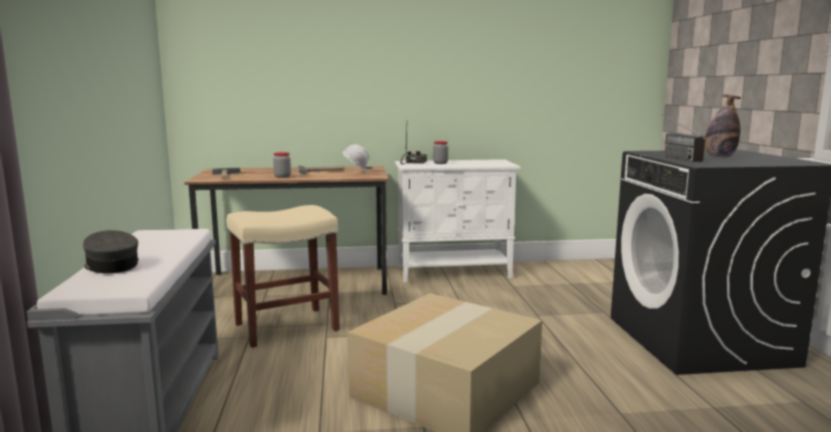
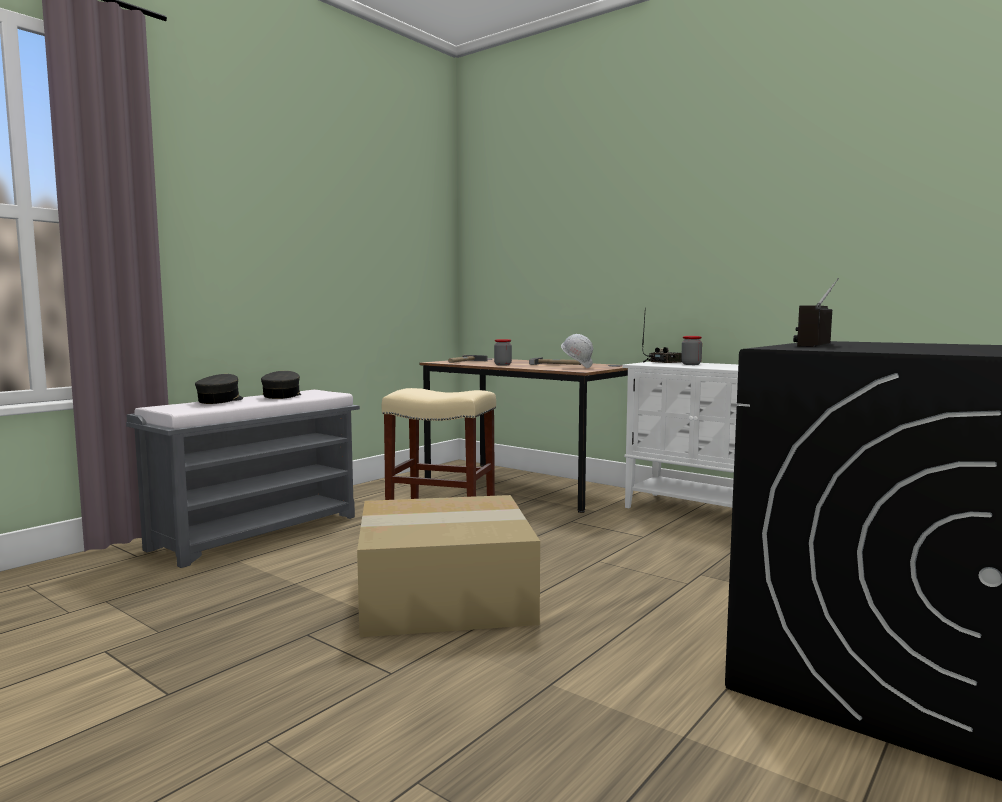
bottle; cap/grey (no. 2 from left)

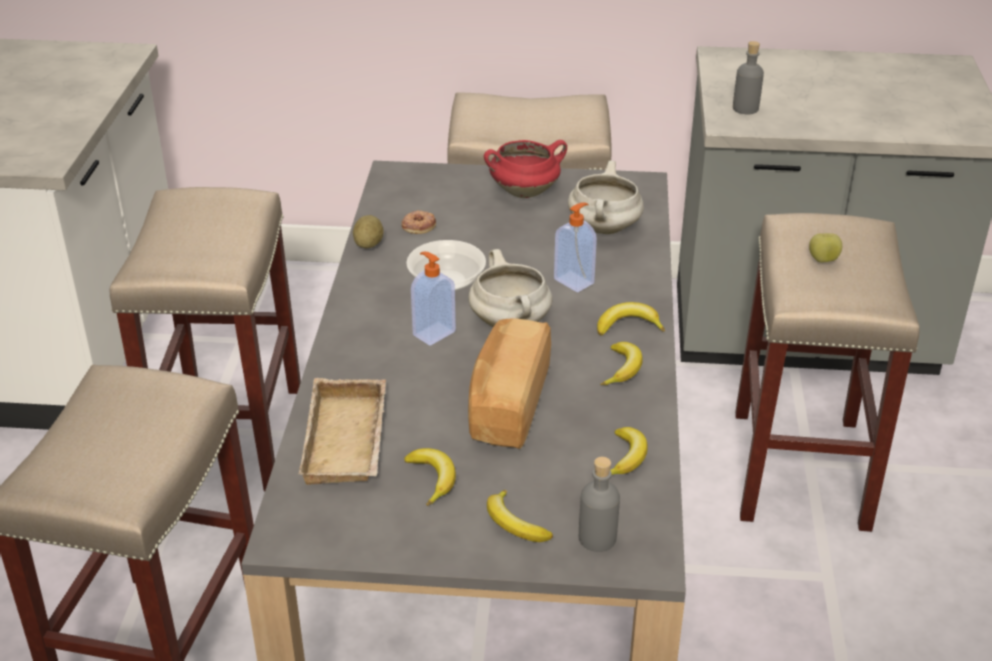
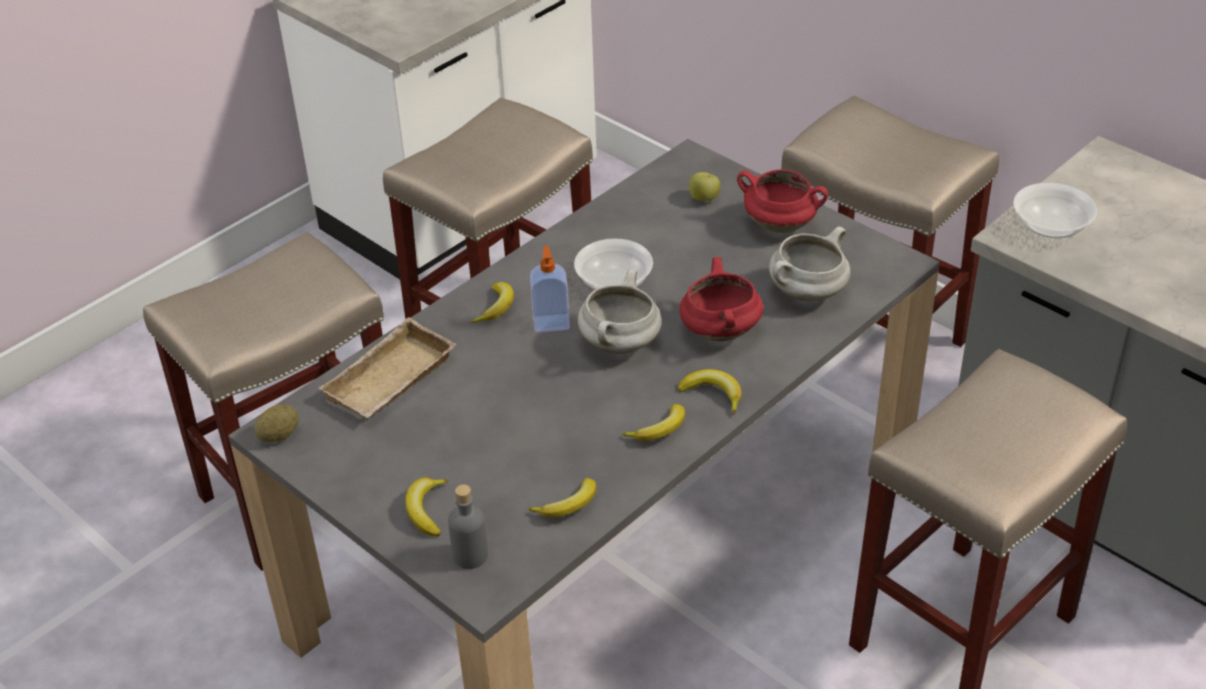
donut; bread; potato; banana (no. 2 from left); apple; cooking pot/red (no. 1 from left); bowl (no. 2 from left)

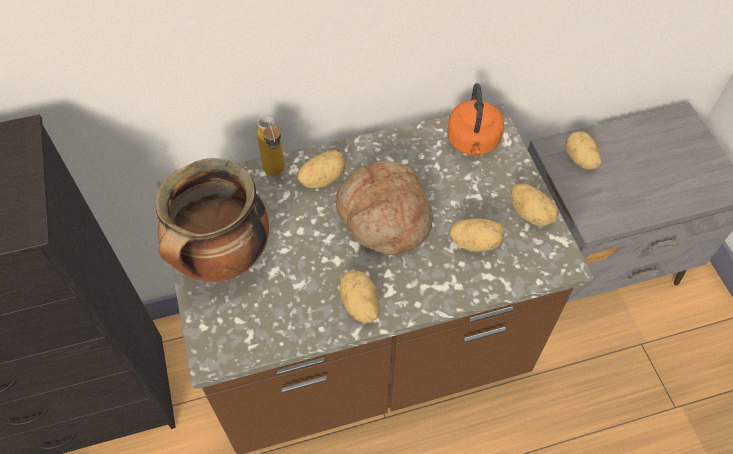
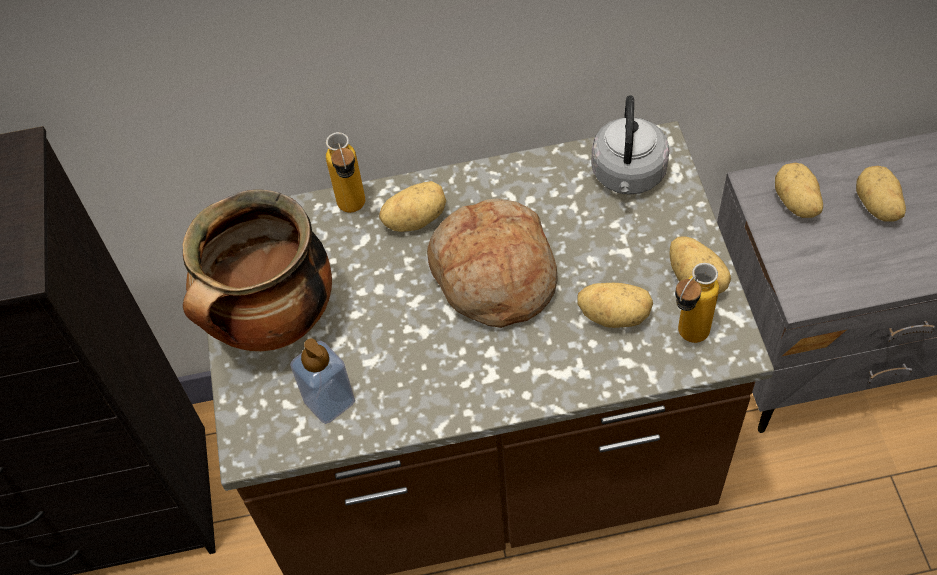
soap dispenser; bottle (no. 2 from left); potato (no. 5 from left); kettle/grey

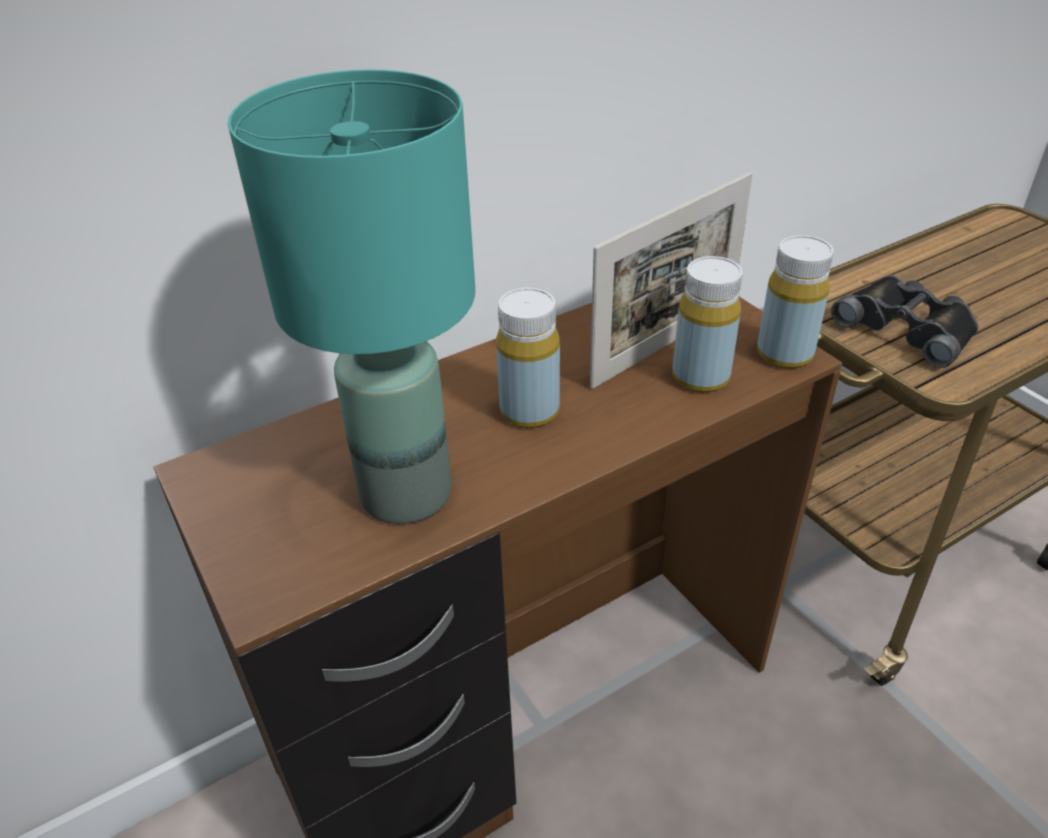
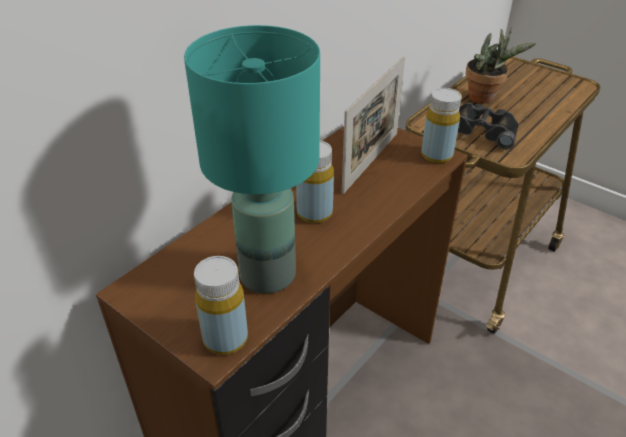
potted plant; bottle/yellow (no. 1 from left)

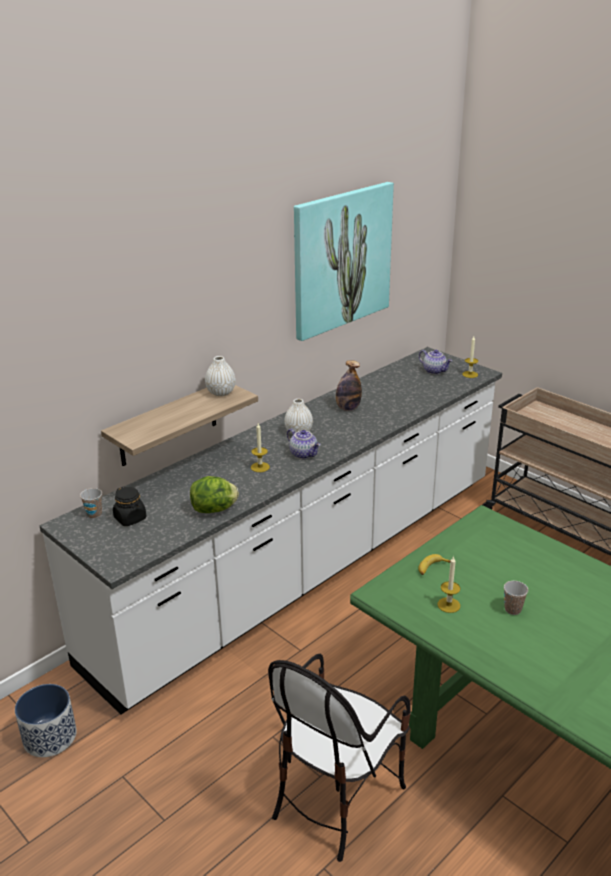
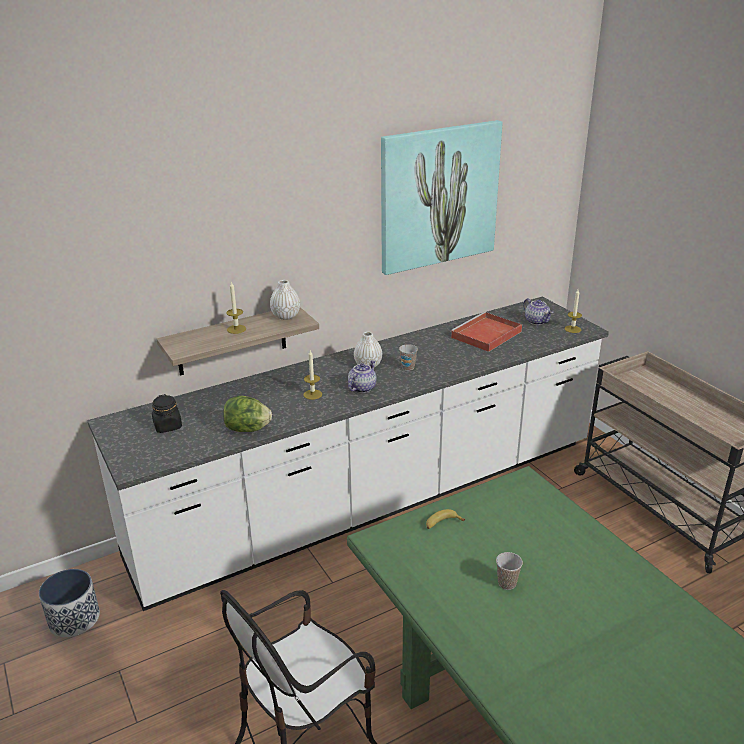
bottle; tray/red; cup (no. 1 from left); candle (no. 1 from left); teapot (no. 1 from left)

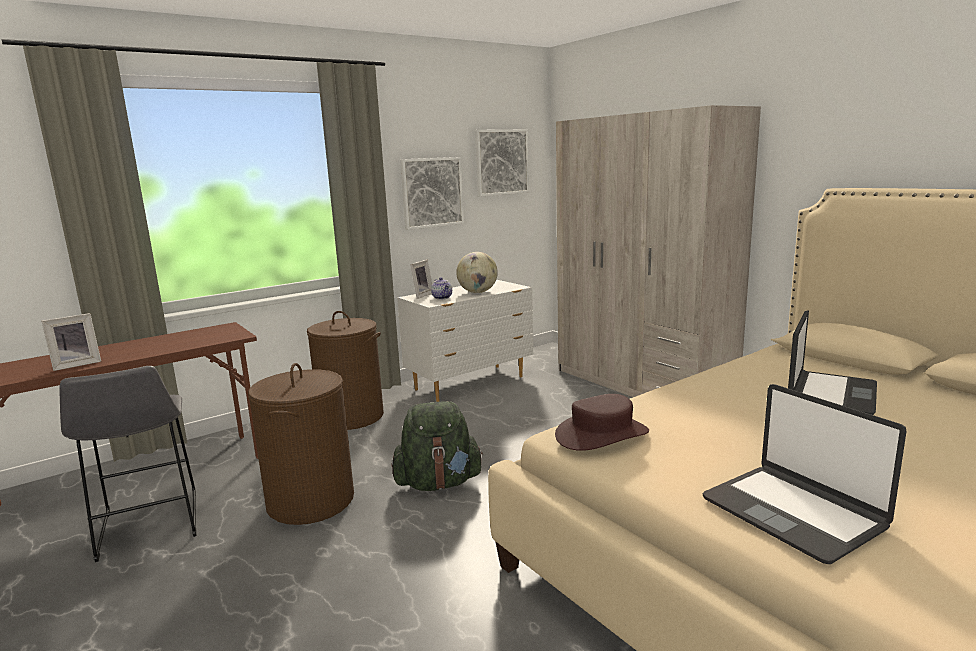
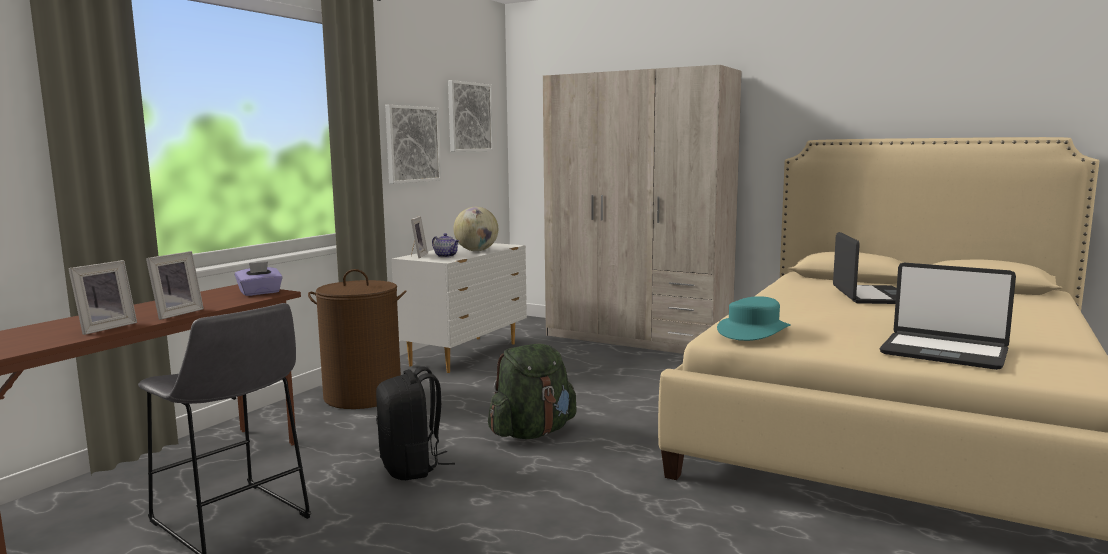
picture frame (no. 2 from left); tissue box/purple; backpack/black; hat/turquoise

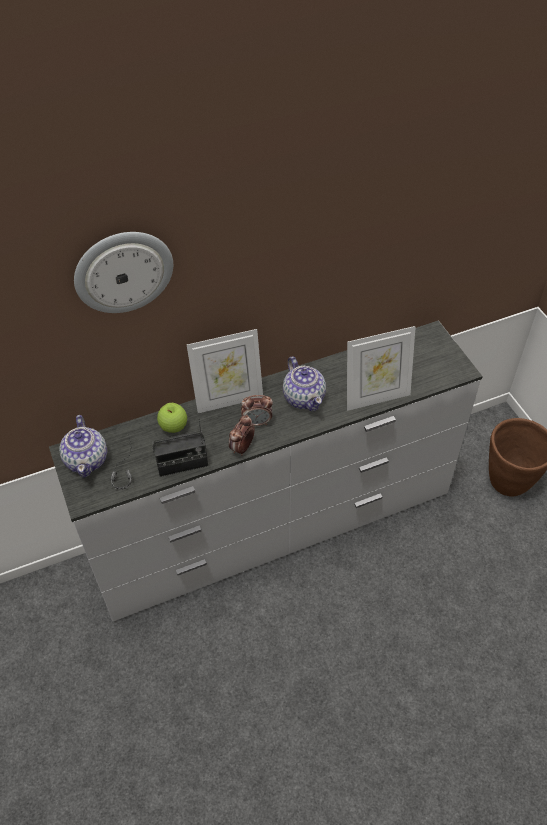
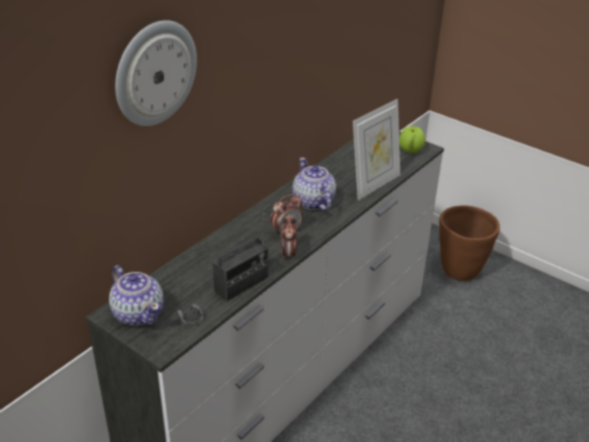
picture frame (no. 1 from left in the first image); apple; teapot (no. 2 from left)

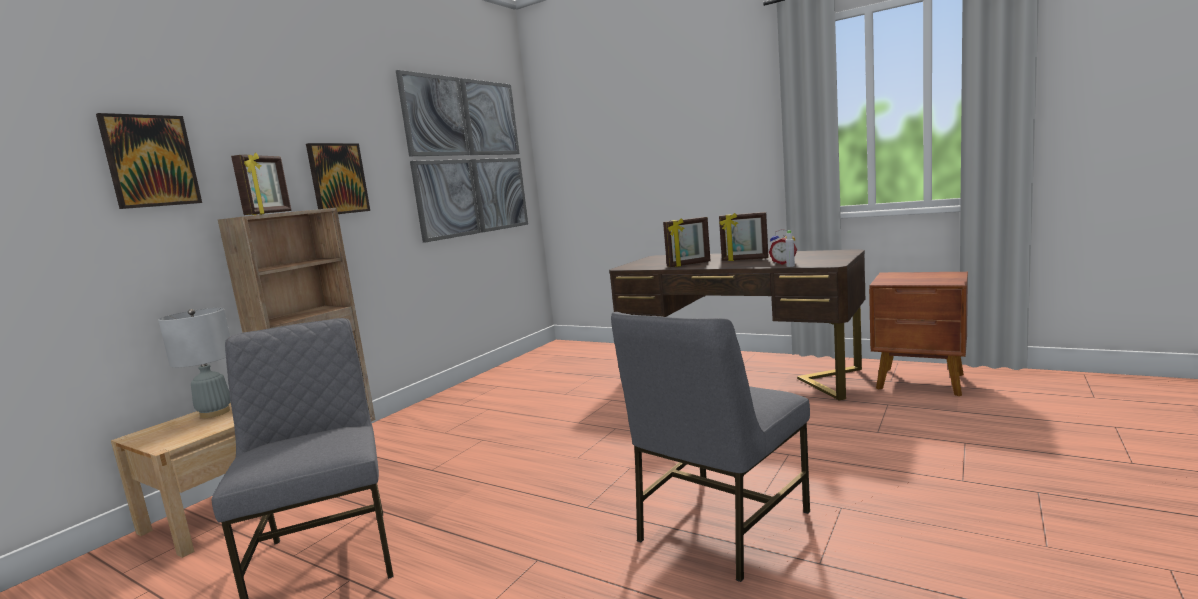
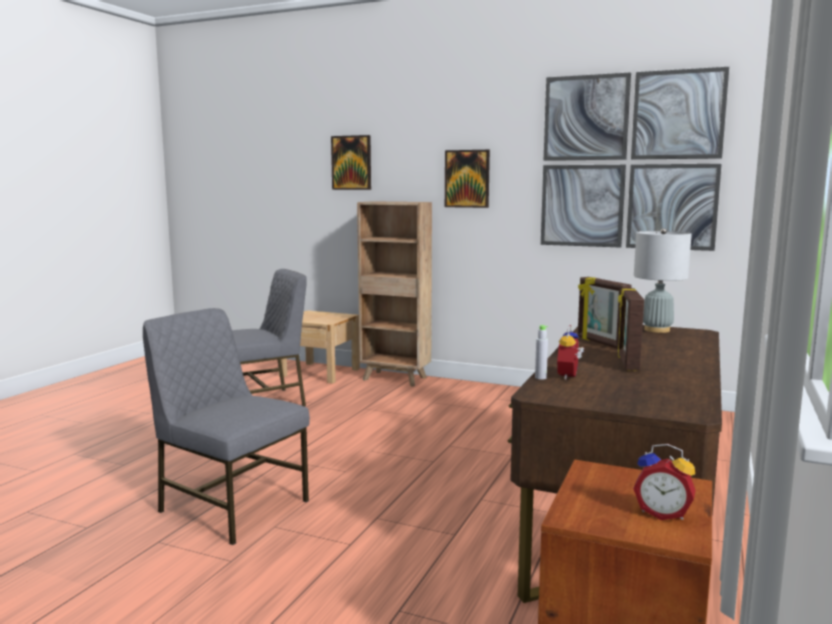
picture frame (no. 1 from left in the first image); alarm clock (no. 2 from left); table lamp/grey

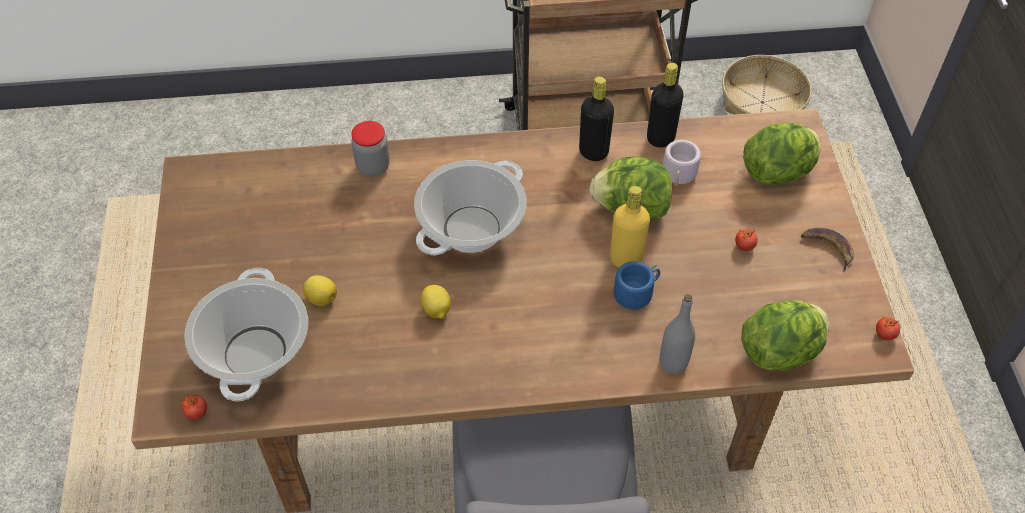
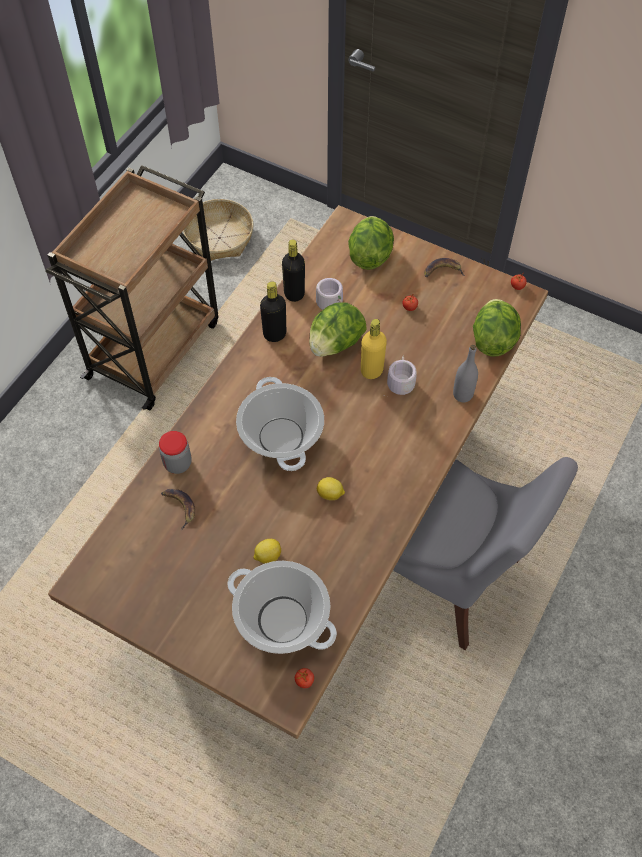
banana (no. 1 from left); mug/grey (no. 2 from left)

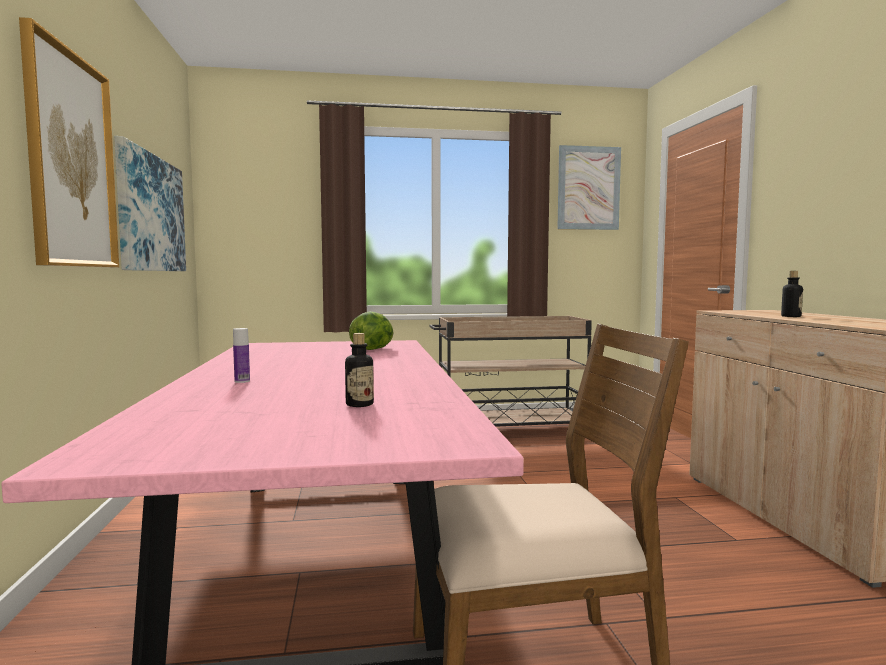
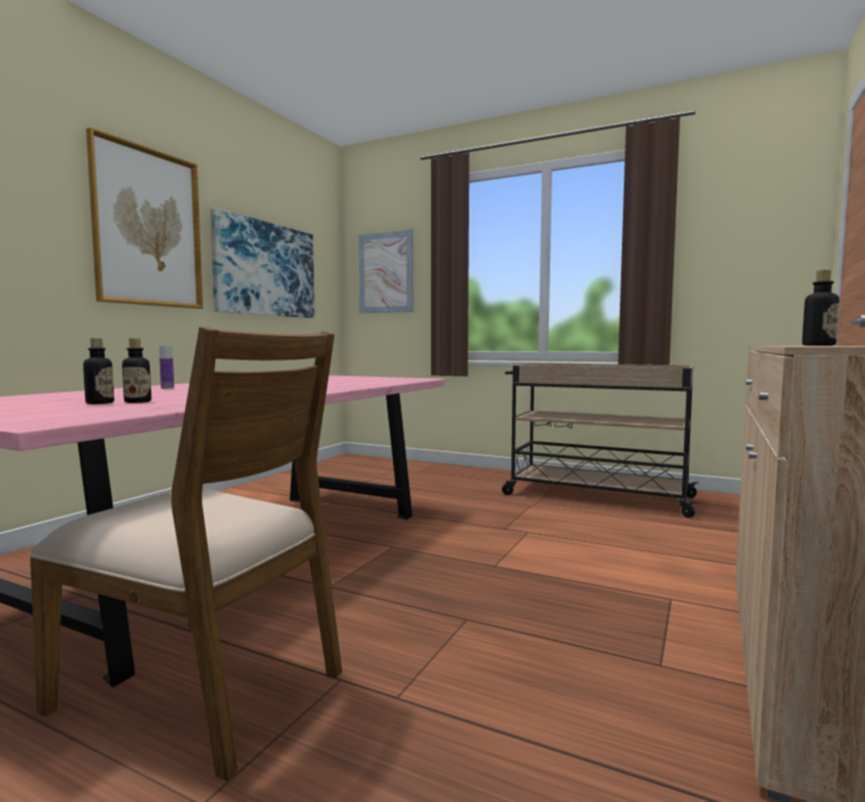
lettuce; bottle (no. 1 from left); picture (no. 3 from left)

